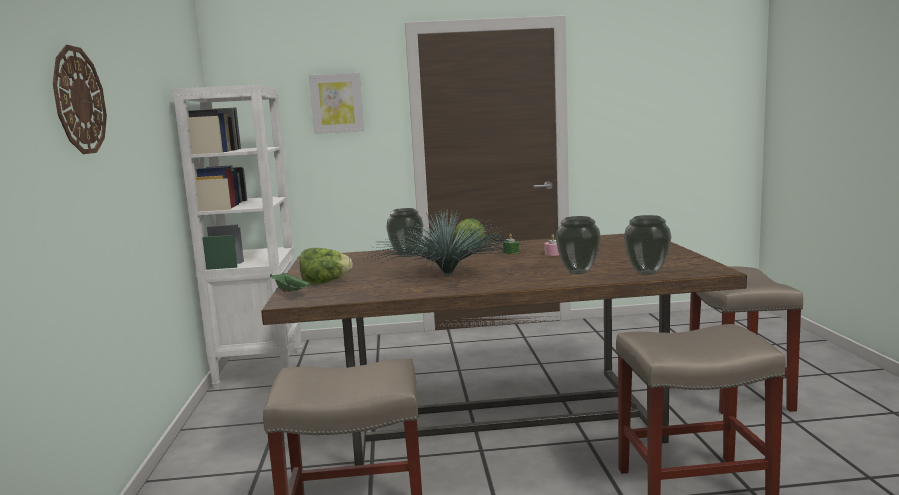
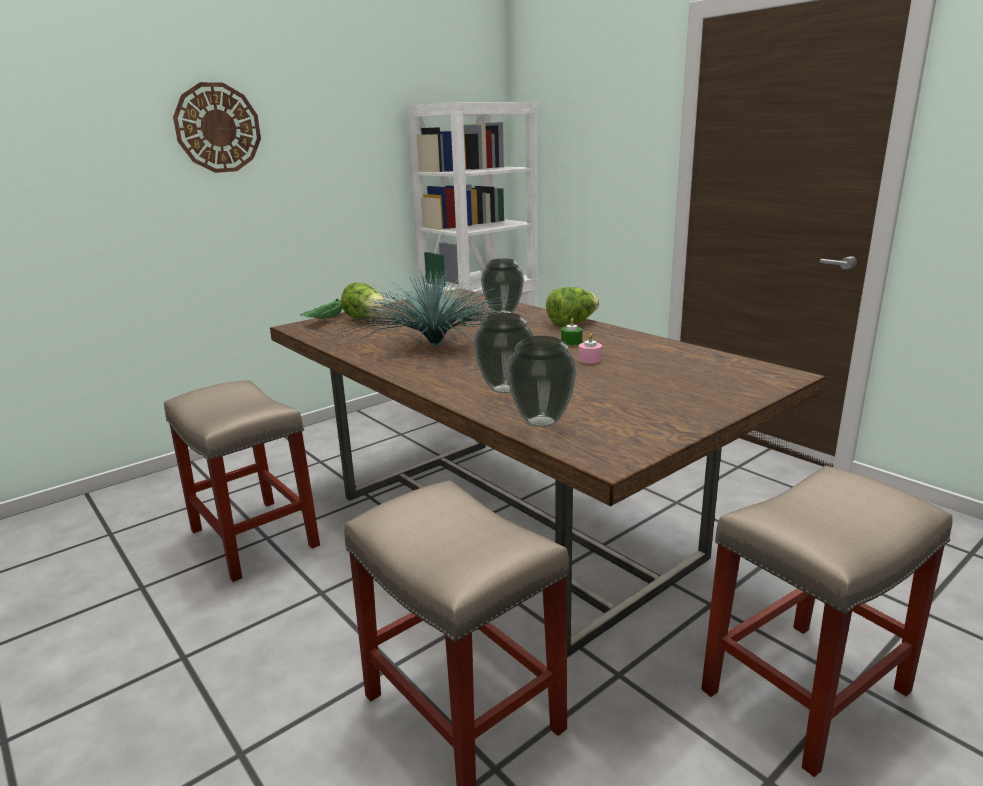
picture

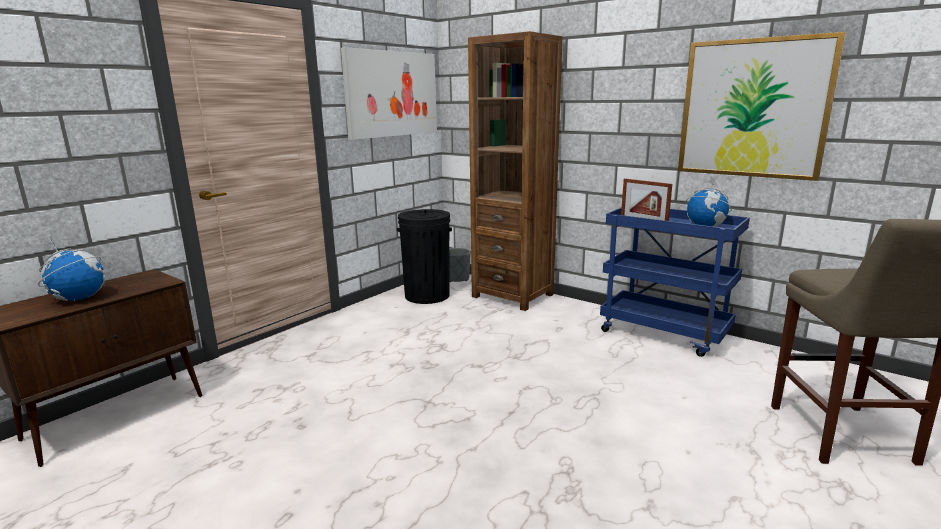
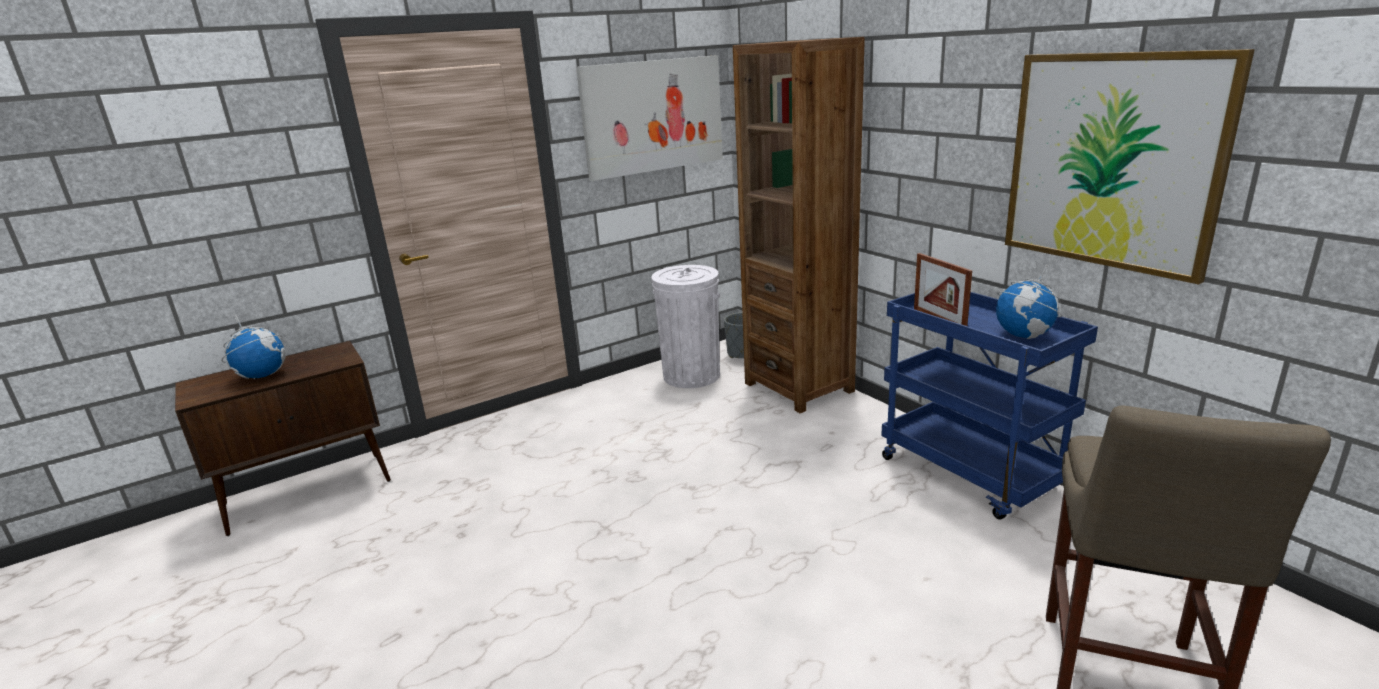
trash can/white

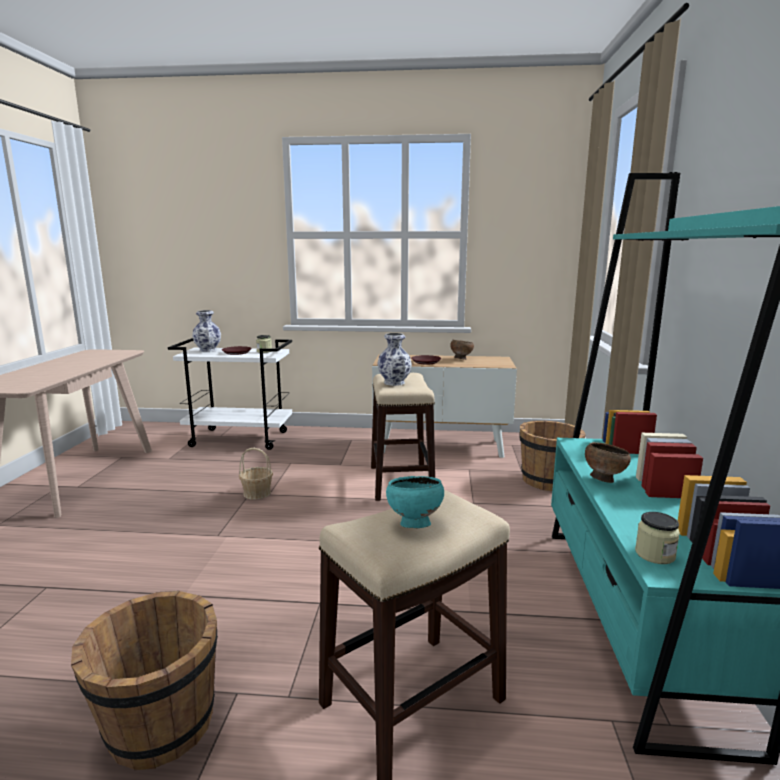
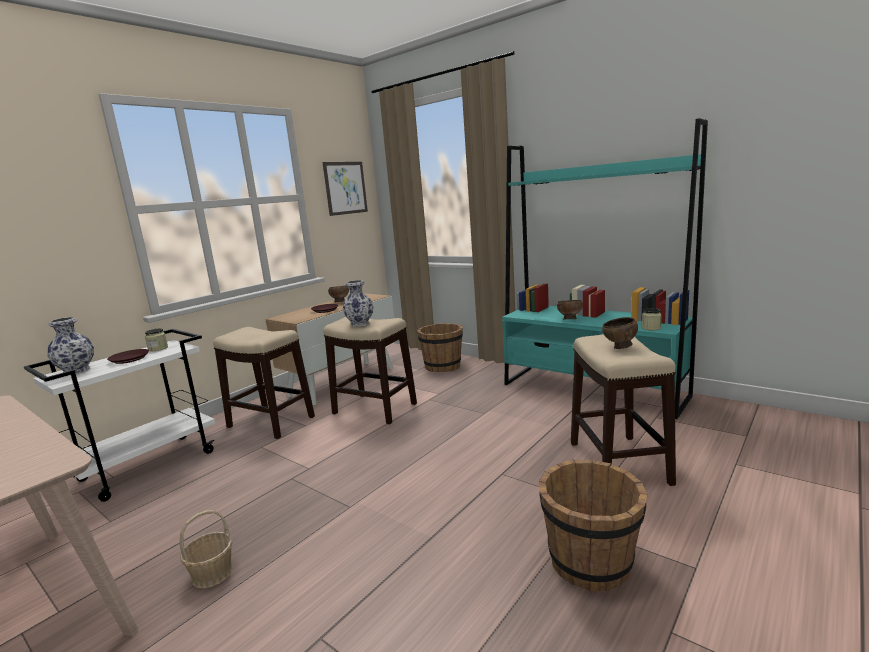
stool (no. 1 from left); picture; basket; bowl/brown (no. 3 from left)

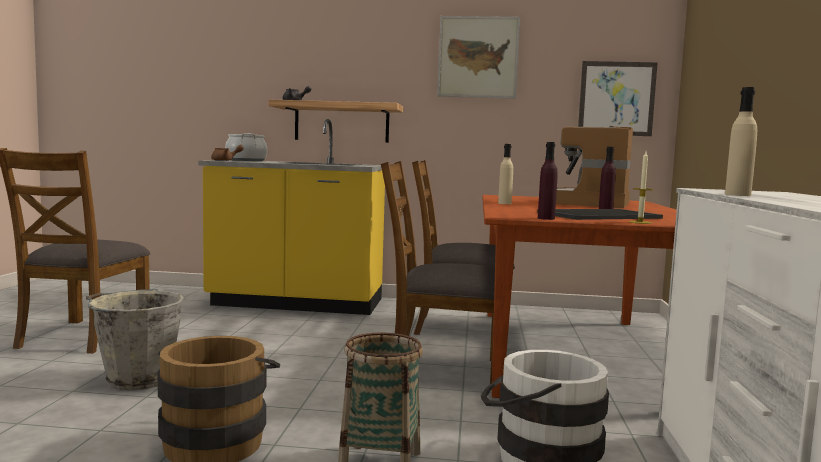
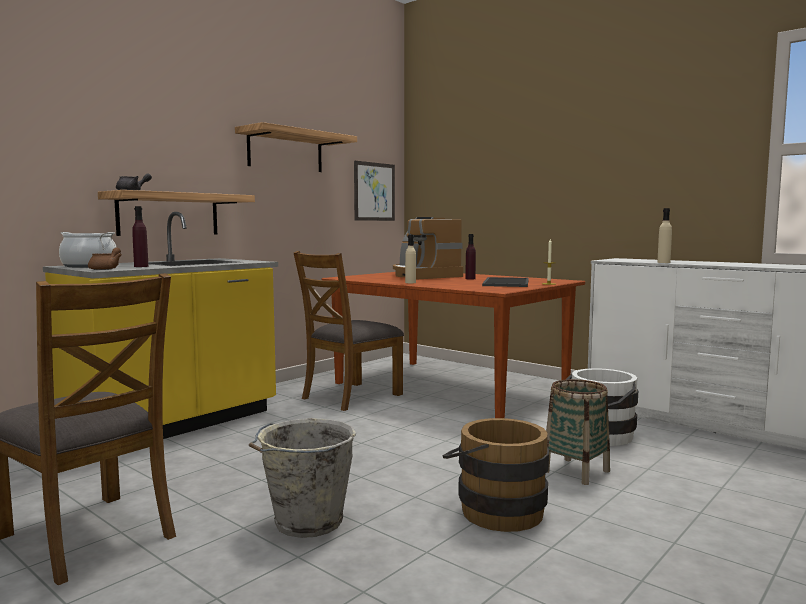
chair/brown (no. 2 from left in the first image); bottle/purple (no. 1 from left); shelf (no. 2 from left)

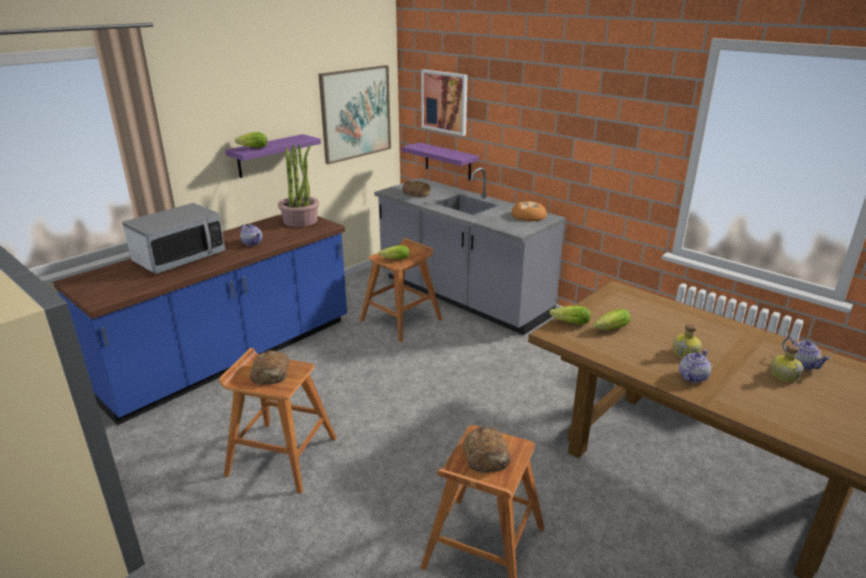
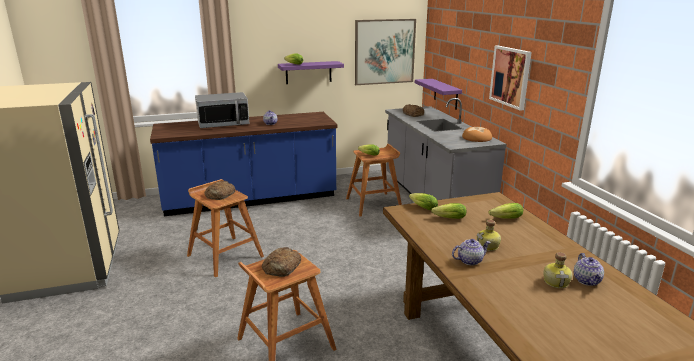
potted plant; lettuce (no. 5 from left); picture (no. 2 from left)

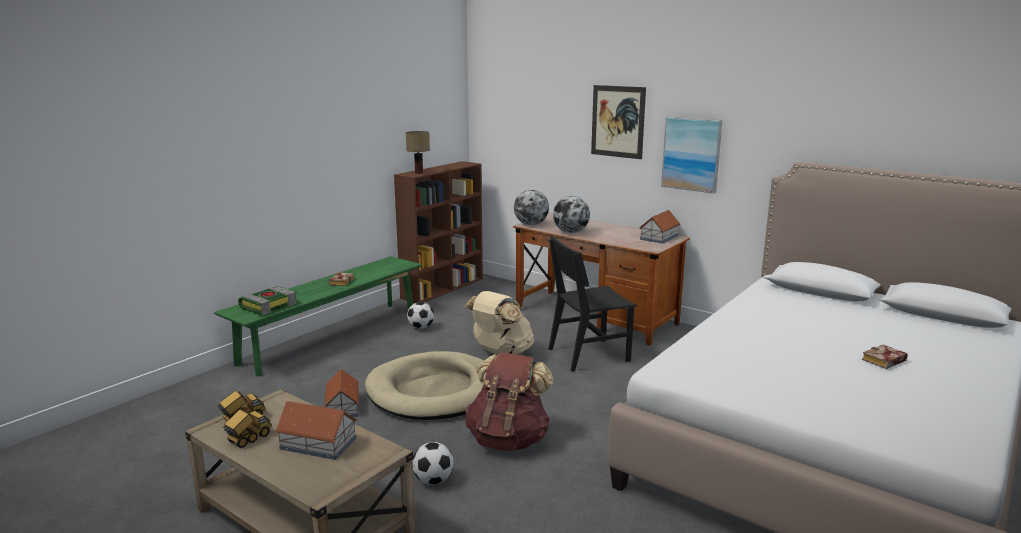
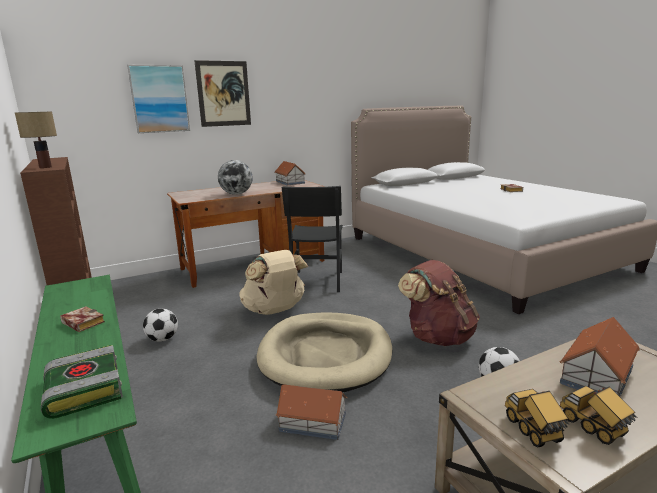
globe (no. 1 from left in the first image); picture (no. 1 from left)

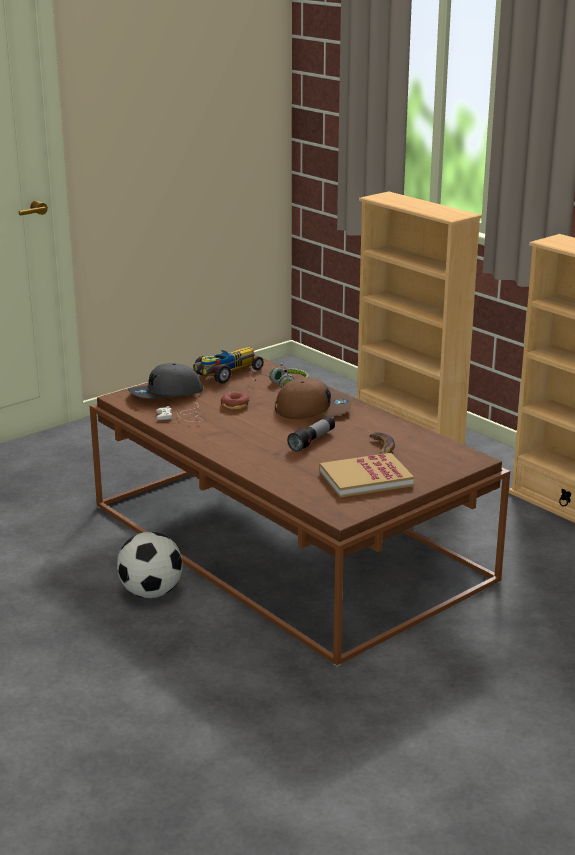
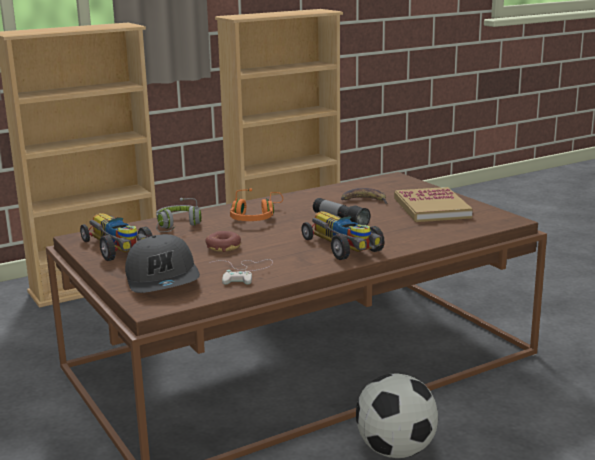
toy car (no. 2 from left); headphones/orange

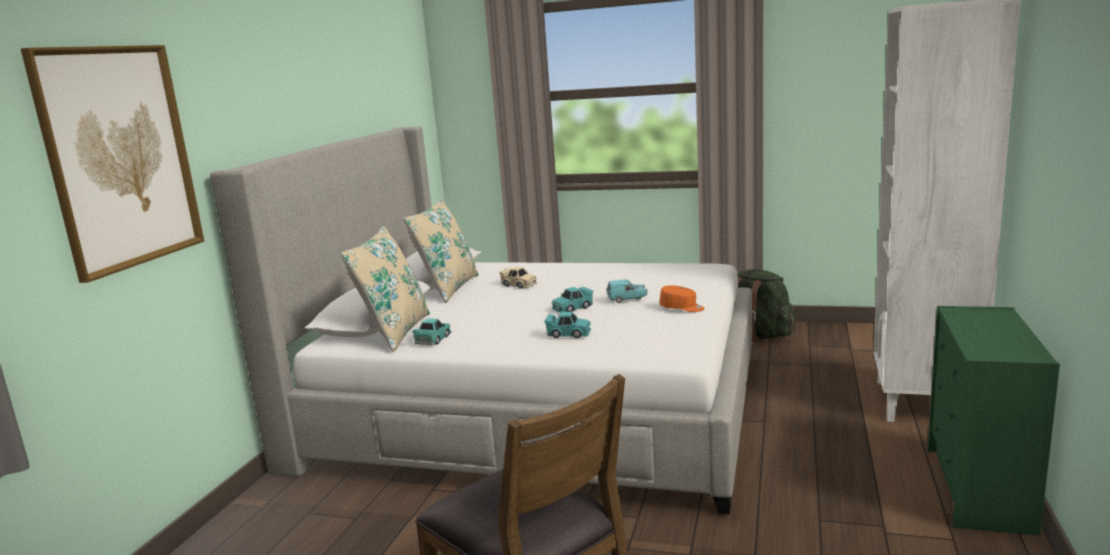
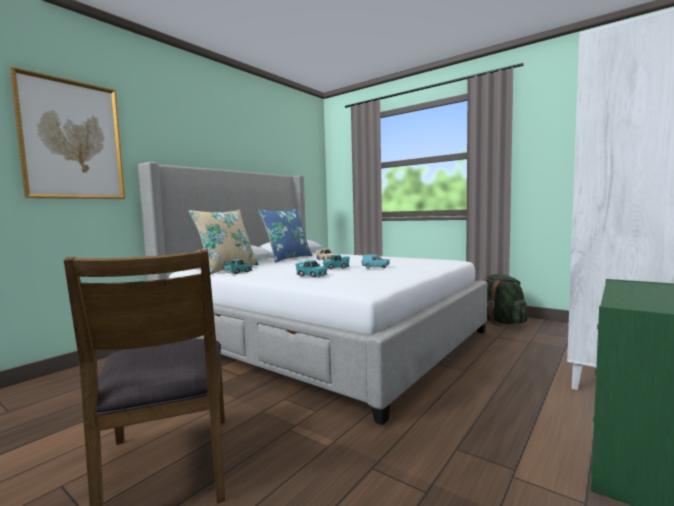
cap/orange; pillow/blue

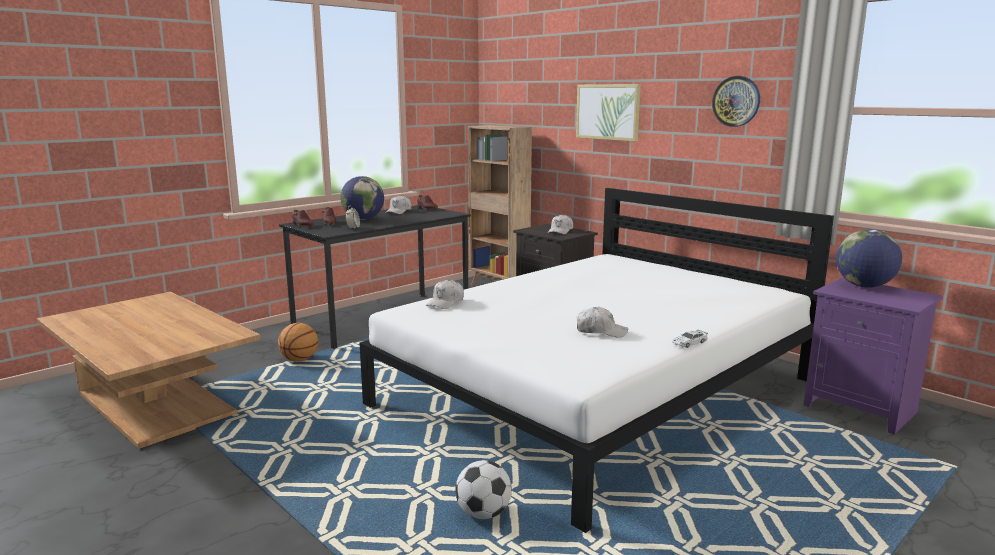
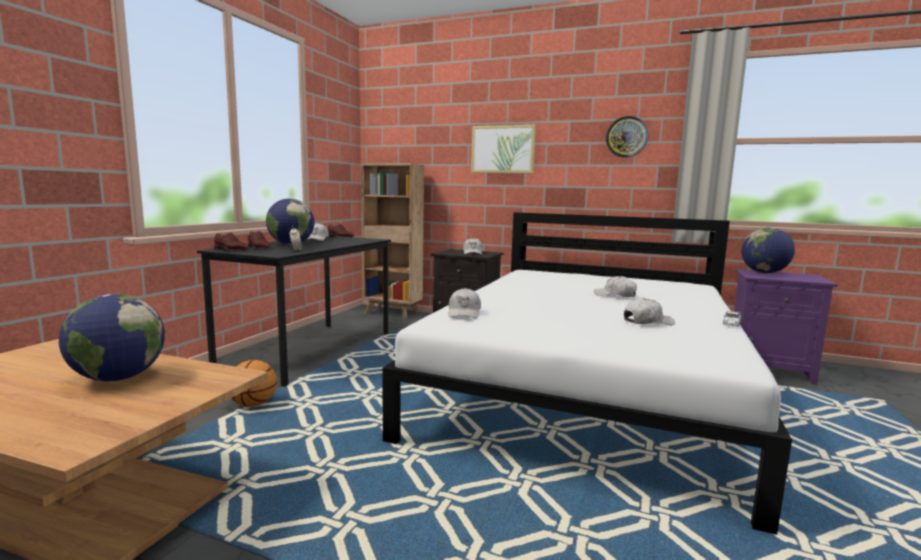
football; globe (no. 1 from left); cap/white (no. 4 from left)

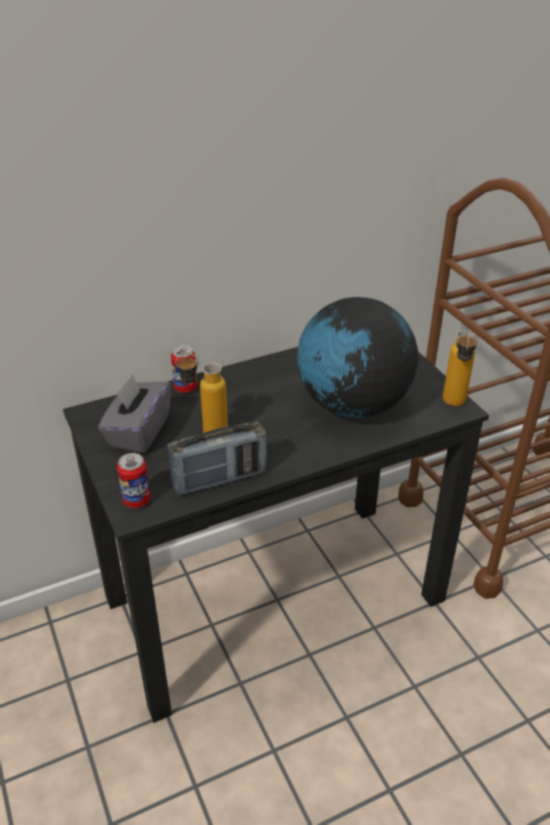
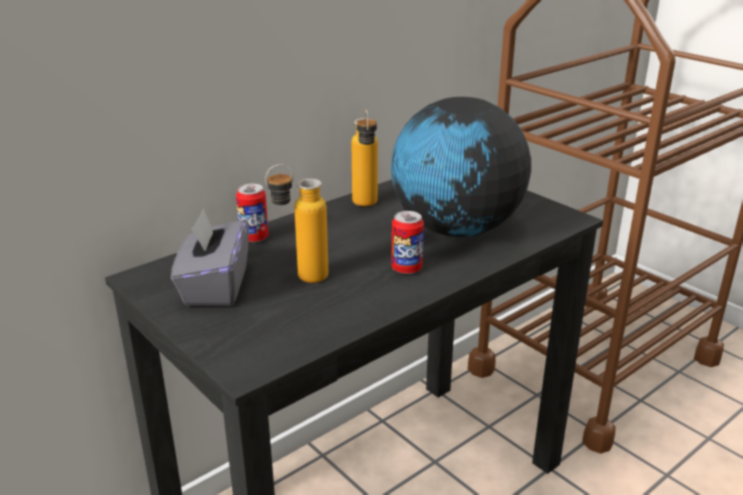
radio; can (no. 2 from left); bottle (no. 2 from left)

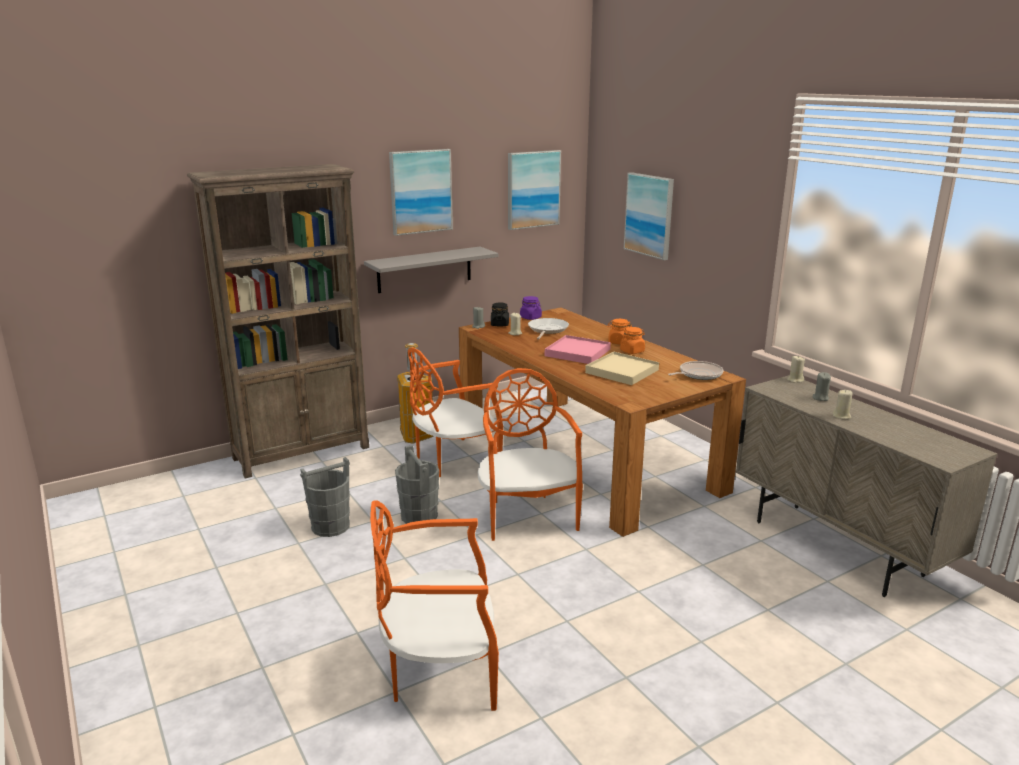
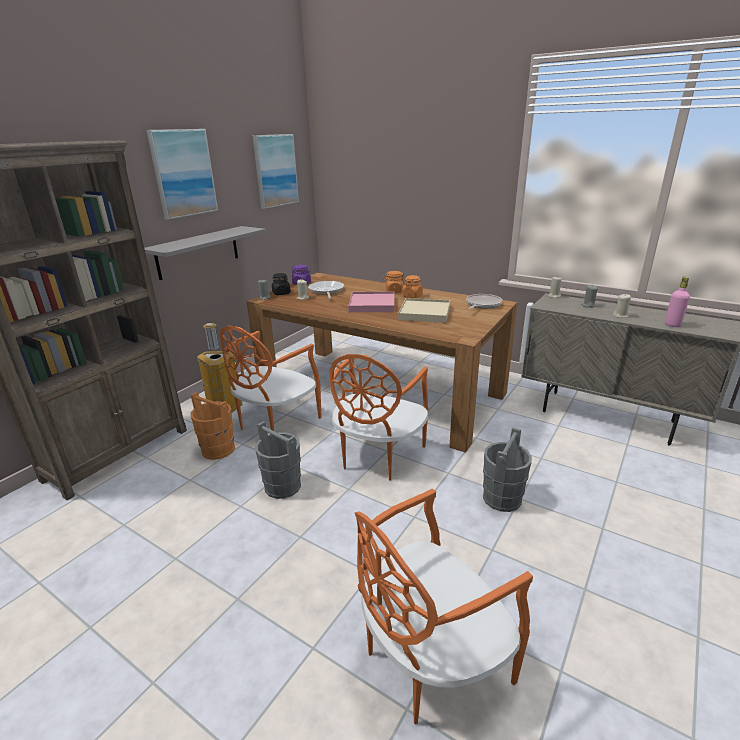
picture (no. 3 from left in the first image); bucket/orange; bottle/pink; bucket/grey (no. 2 from left); chair/orange (no. 2 from left)

